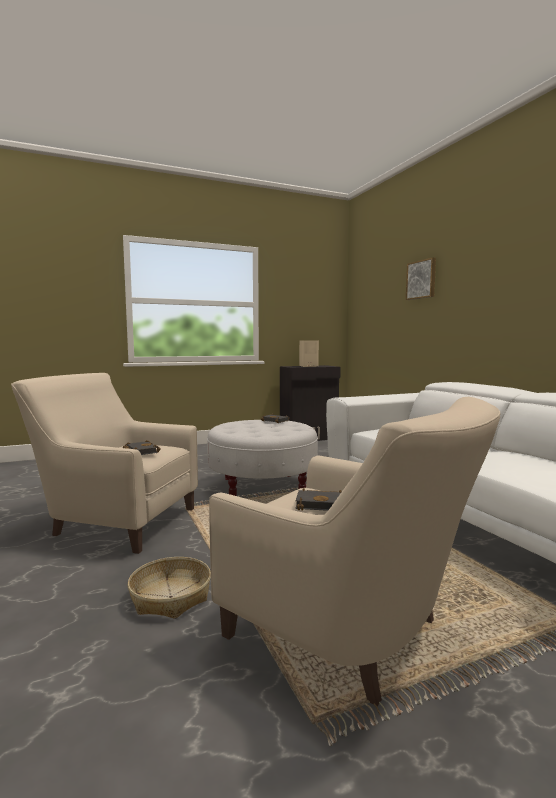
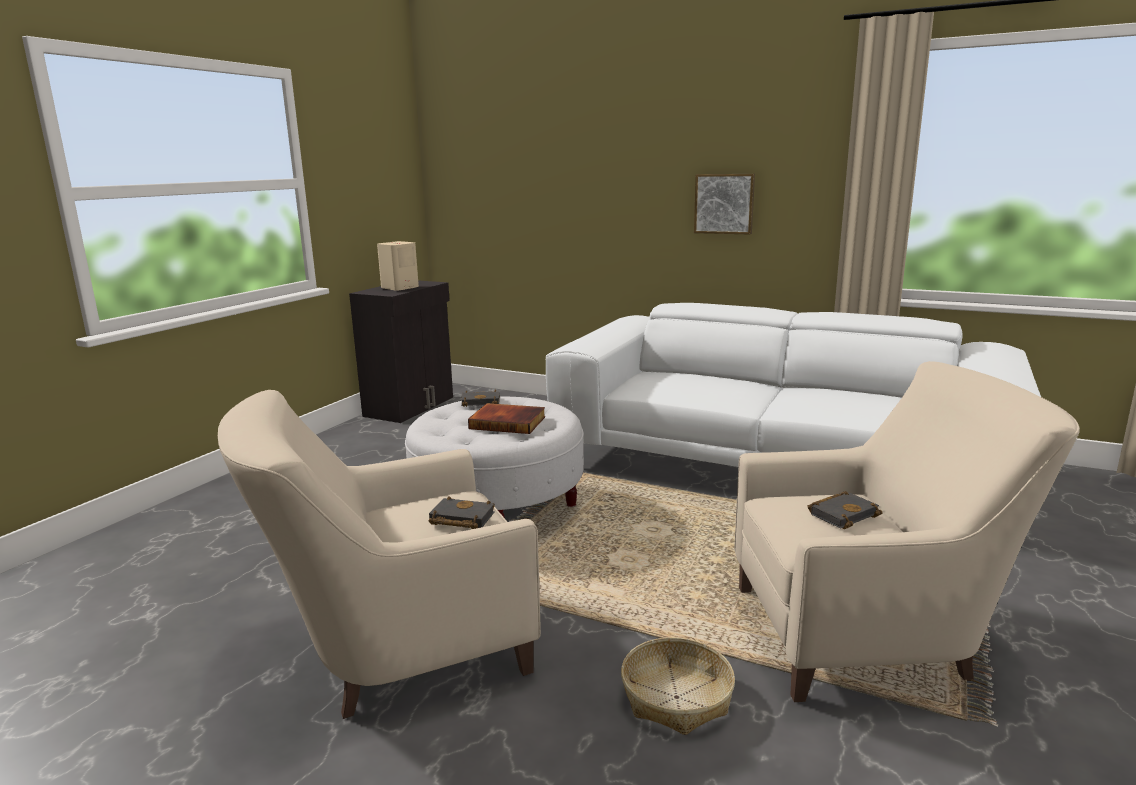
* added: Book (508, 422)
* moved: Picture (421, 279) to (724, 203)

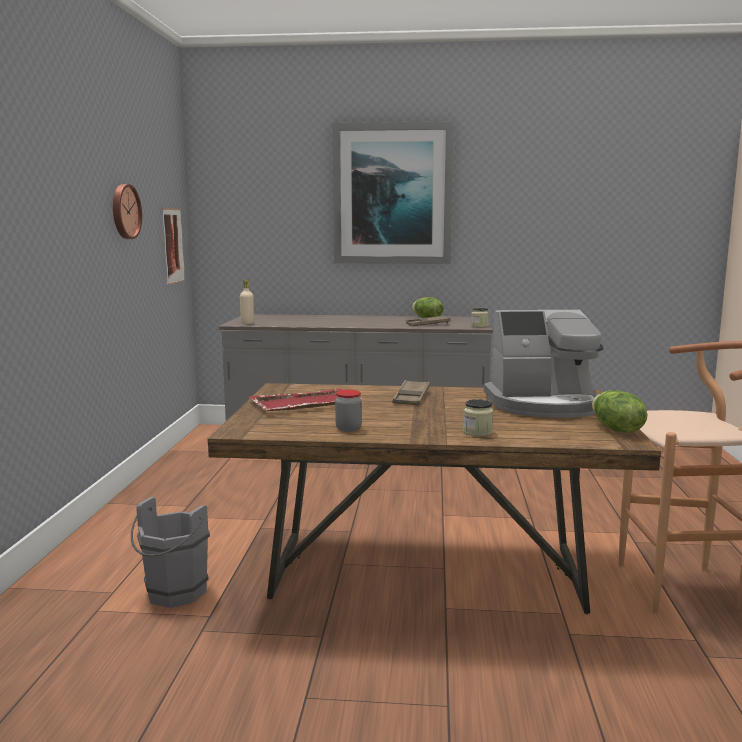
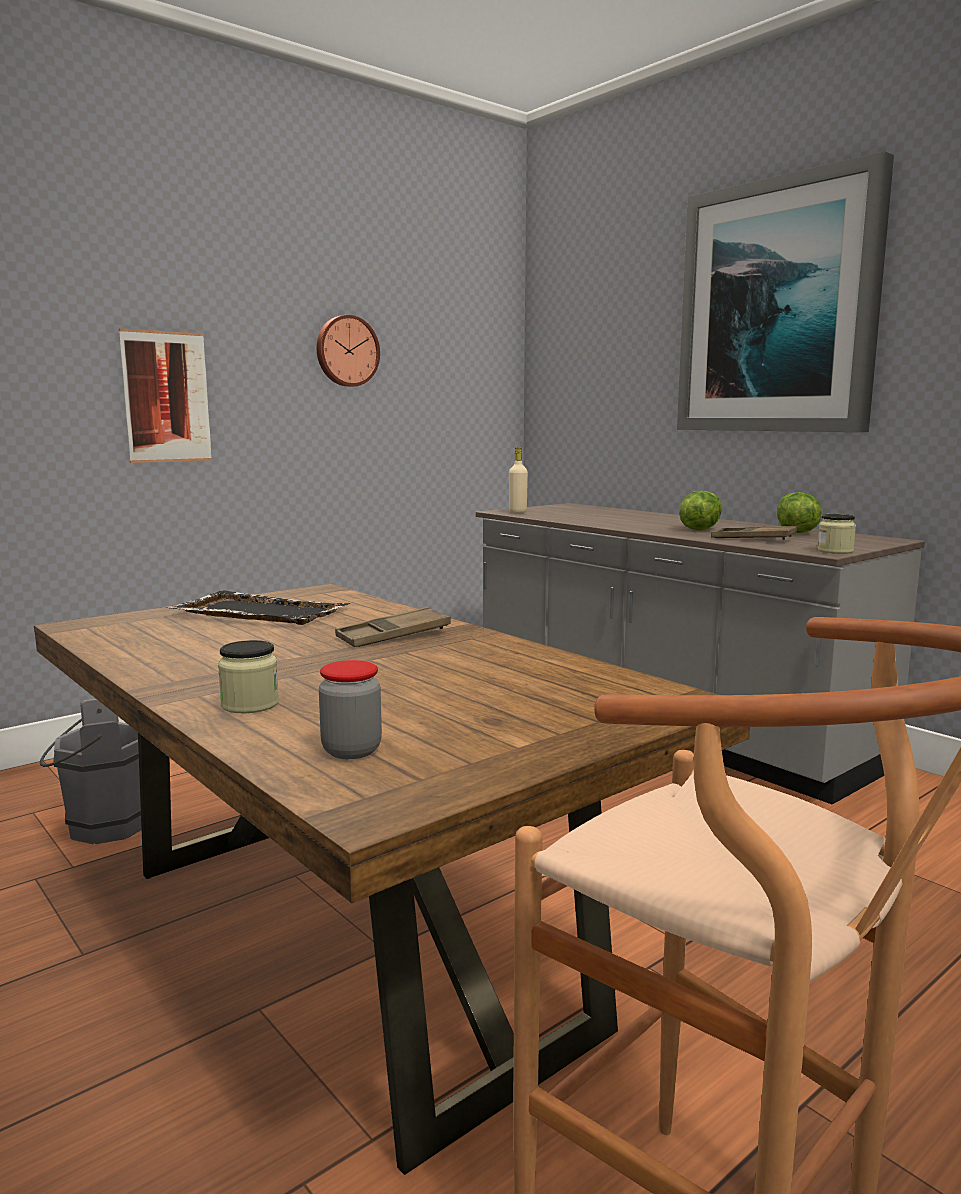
* moved: Picture (173, 246) to (166, 397)
* recoloured: RedTray (304, 403) to BlackTray (258, 613)
* moved: Jar (348, 429) to (351, 750)
* moved: Lettuce (615, 429) to (699, 529)
* removed: CoffeeMachine (543, 405)

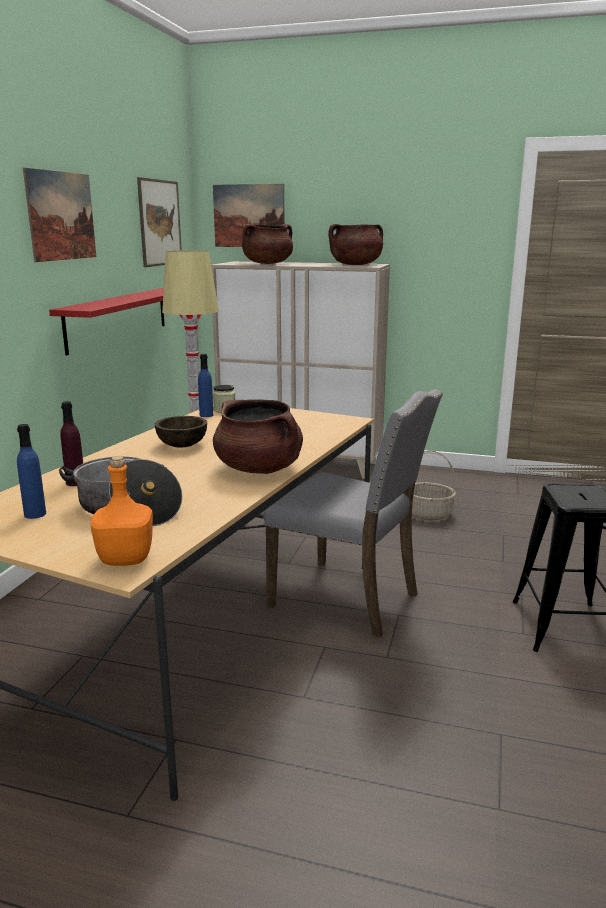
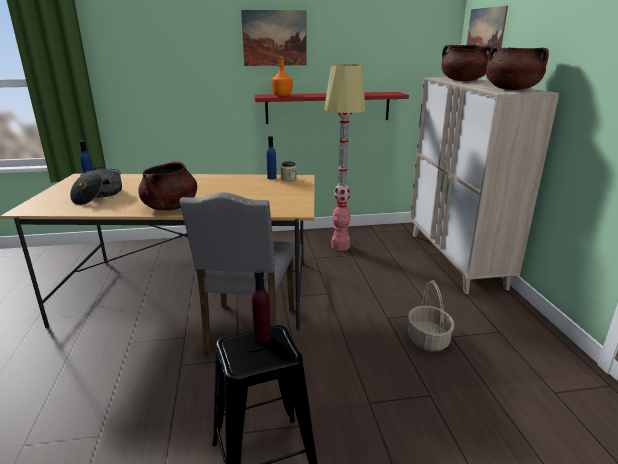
* moved: PurpleBottle (75, 482) to (262, 337)
* moved: OrangeBottle (126, 559) to (281, 95)
* removed: Picture (160, 223)
* removed: BrownBowl (182, 445)

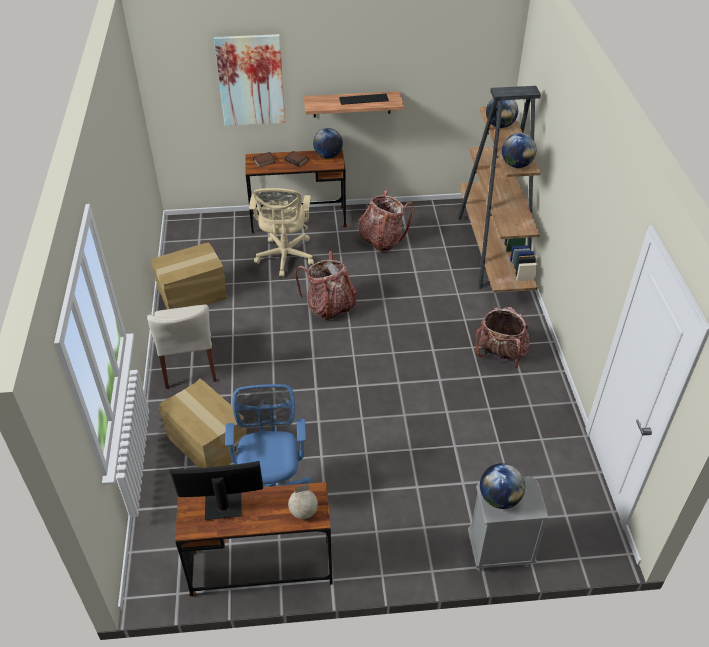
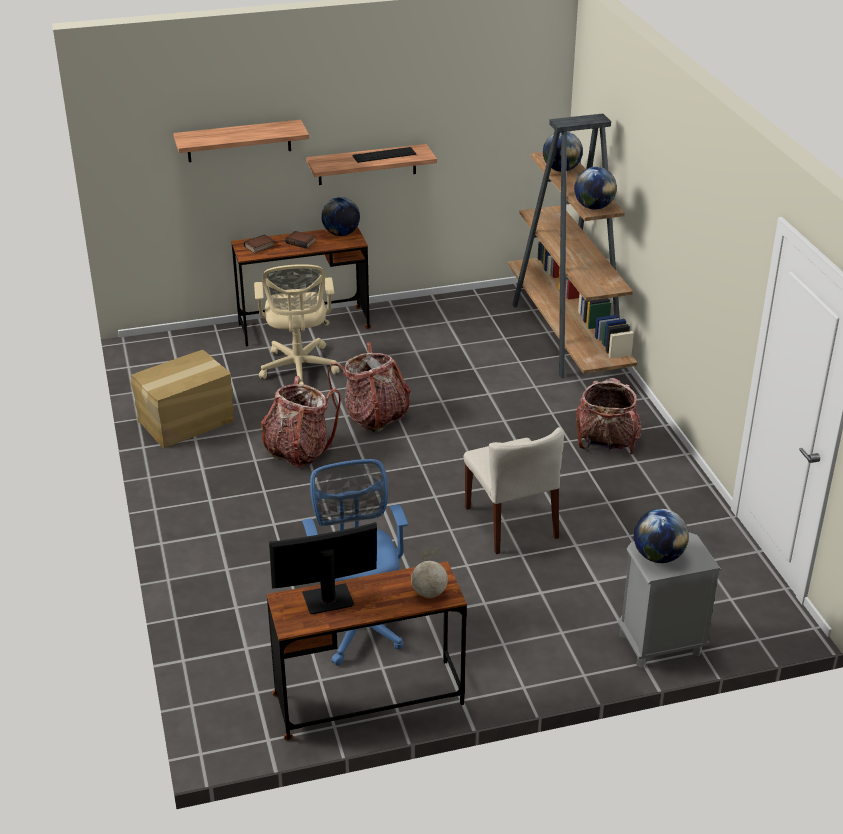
* replaced: Picture (251, 80) to Shelf (239, 141)
* moved: Backpack (382, 240) to (298, 451)
* moved: BeigeChair (190, 364) to (511, 523)
* removed: CardboardBox (206, 442)

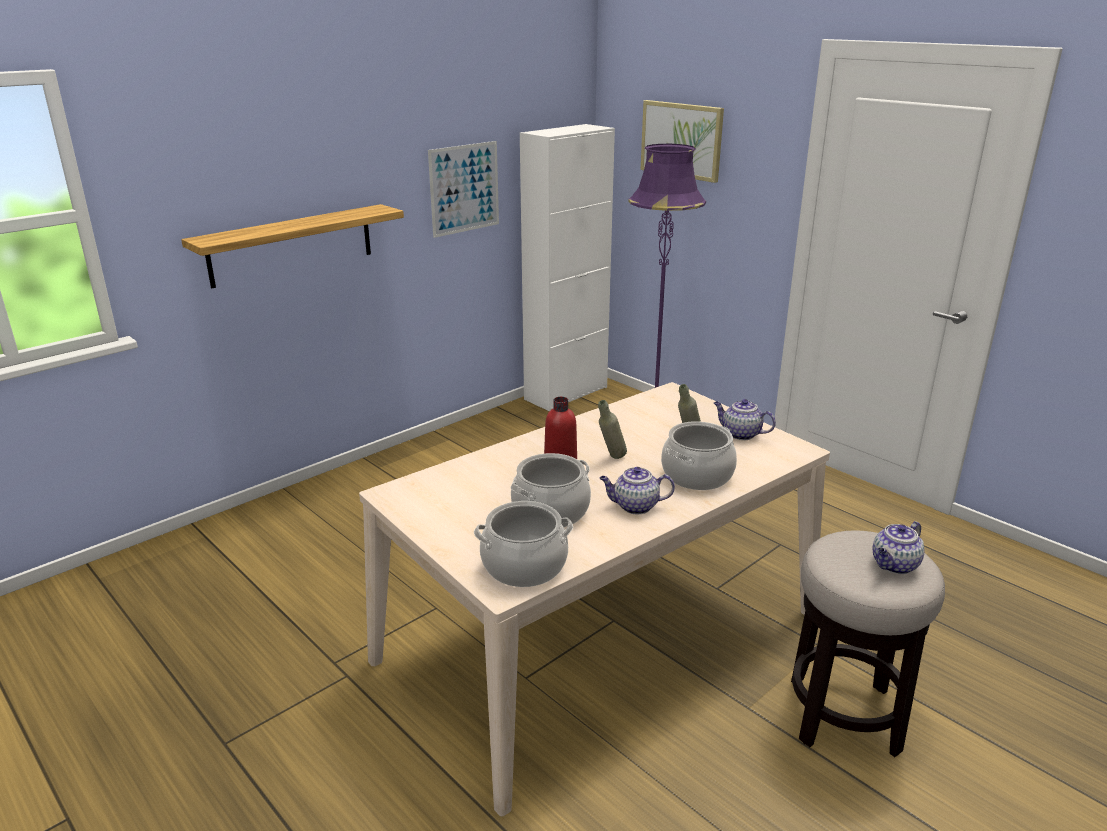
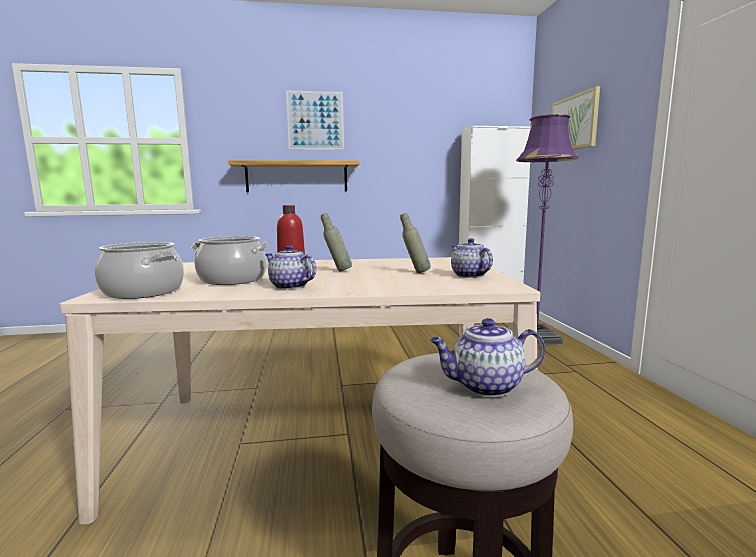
* moved: Picture (464, 188) to (315, 120)
* removed: CookingPot (697, 475)

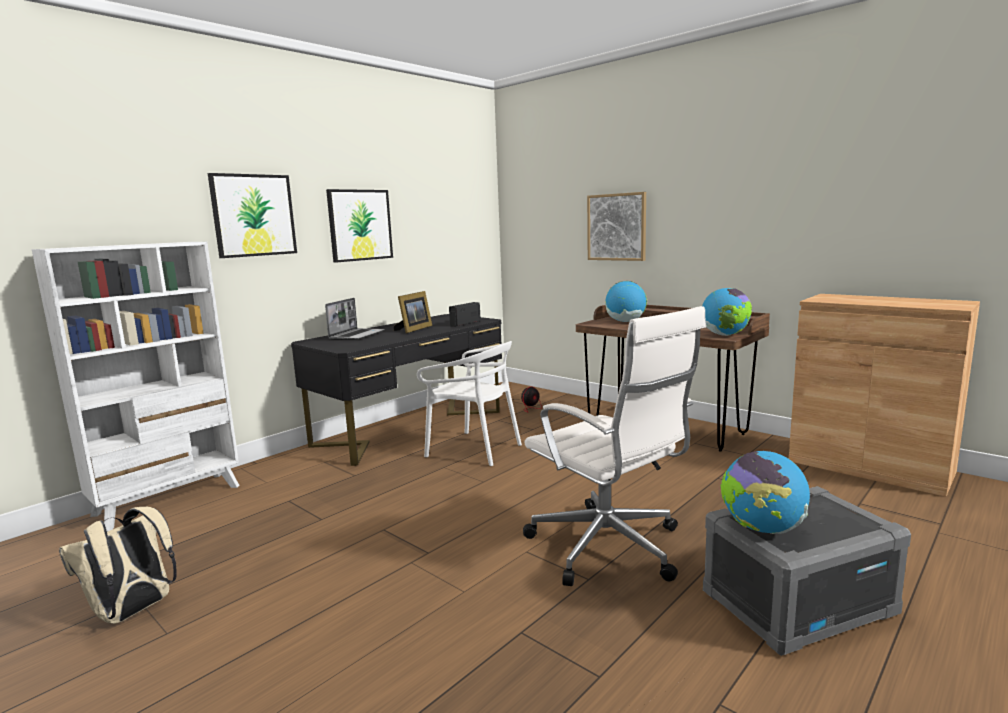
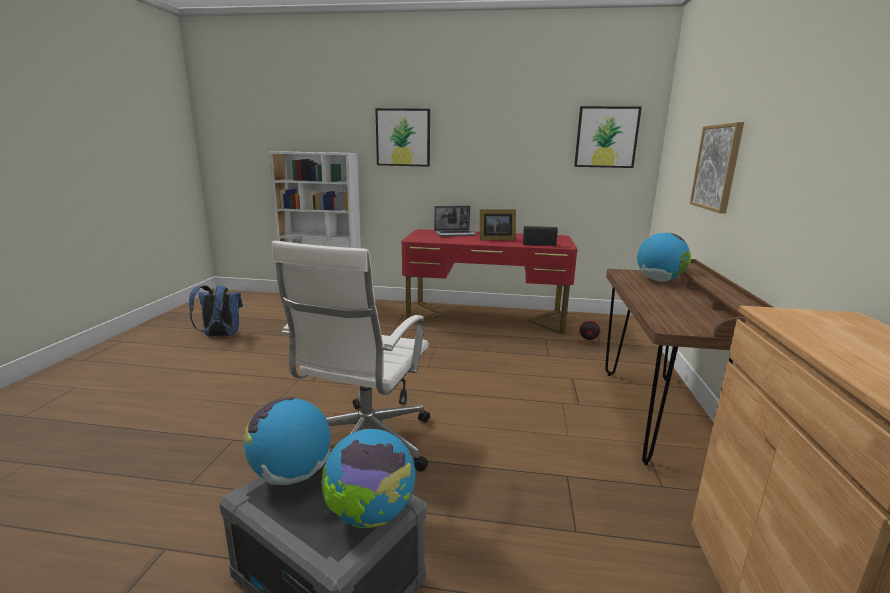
* recoloured: BeigeBackpack (133, 612) to BlueBackpack (220, 336)
* moved: Globe (725, 335) to (370, 514)
* recoloured: BlackDesk (411, 428) to RedDesk (485, 317)
* moved: Picture (360, 225) to (606, 137)
* removed: WhiteChair (474, 449)

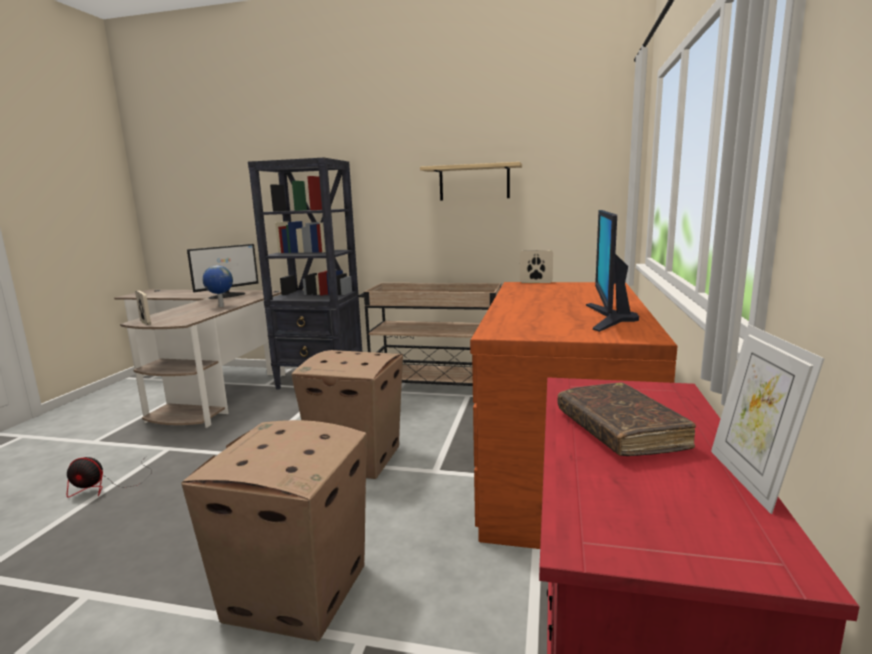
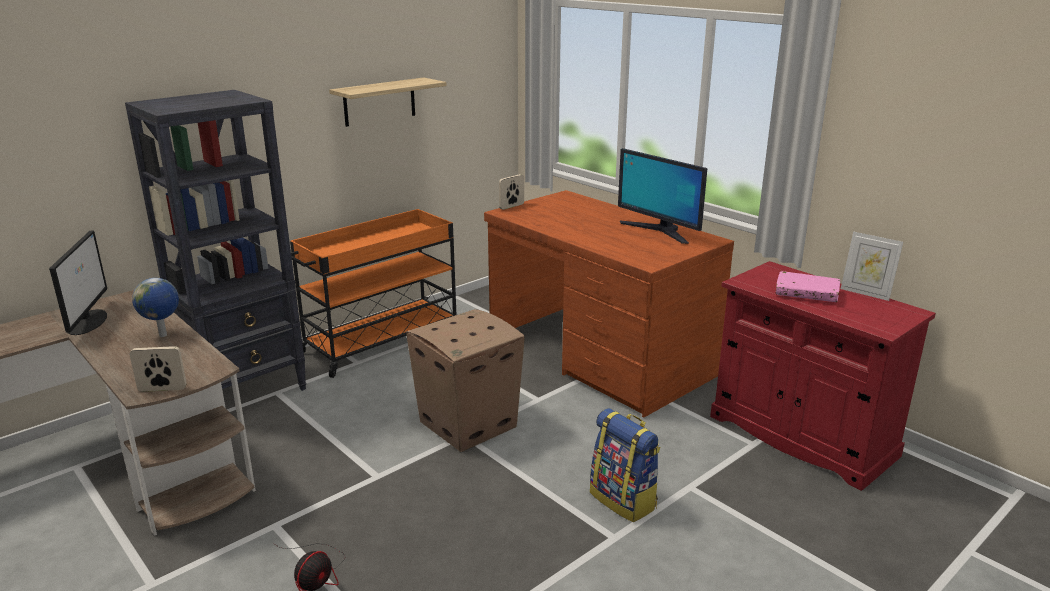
* recoloured: BeigeCart (435, 386) to OrangeCart (380, 341)
* replaced: CardboardBox (295, 593) to Backpack (624, 500)
* recoloured: BrownBook (620, 430) to PinkBook (806, 294)

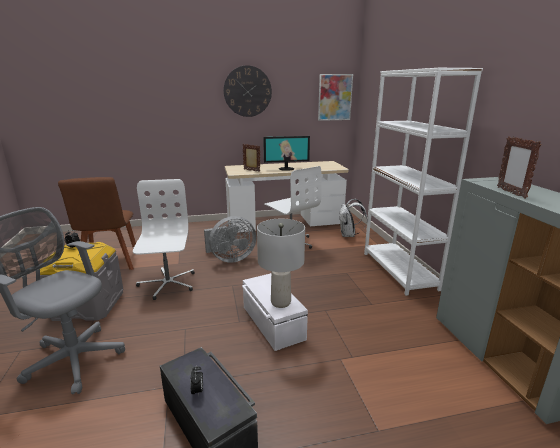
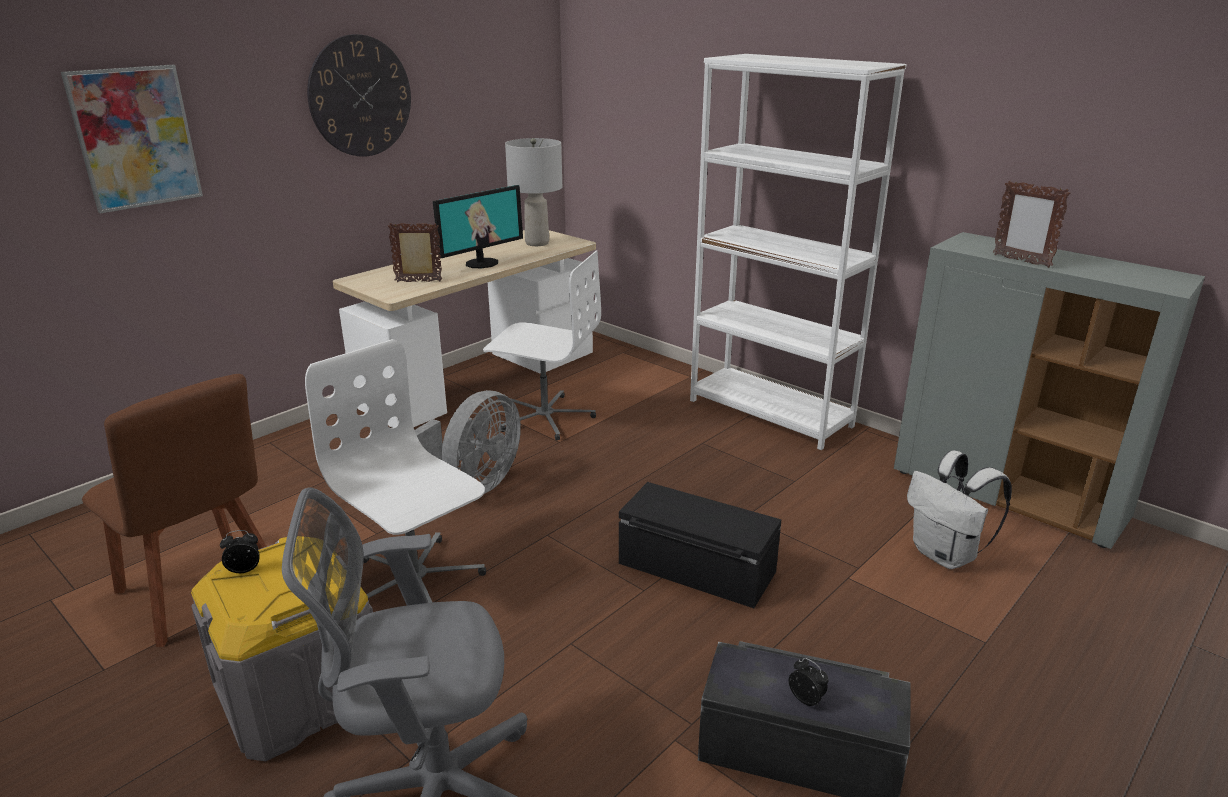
* moved: Picture (335, 97) to (135, 138)
* moved: GreyTableLamp (280, 302) to (537, 243)
* recoloured: WhiteStorageBox (272, 323) to BlackStorageBox (696, 568)
* moved: WhiteBackpack (349, 235) to (946, 555)

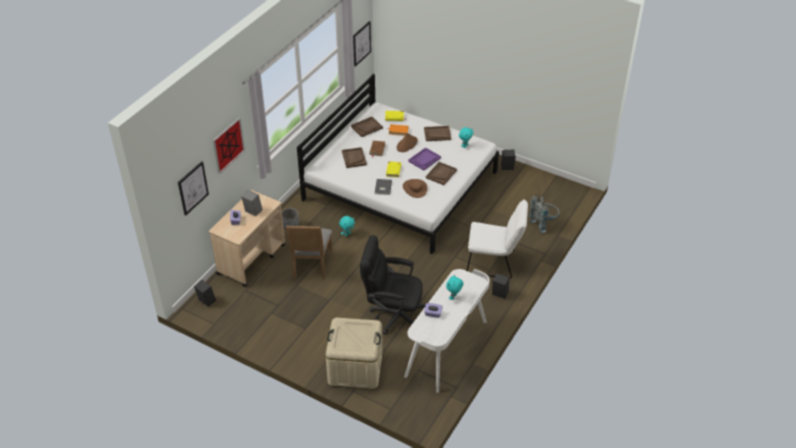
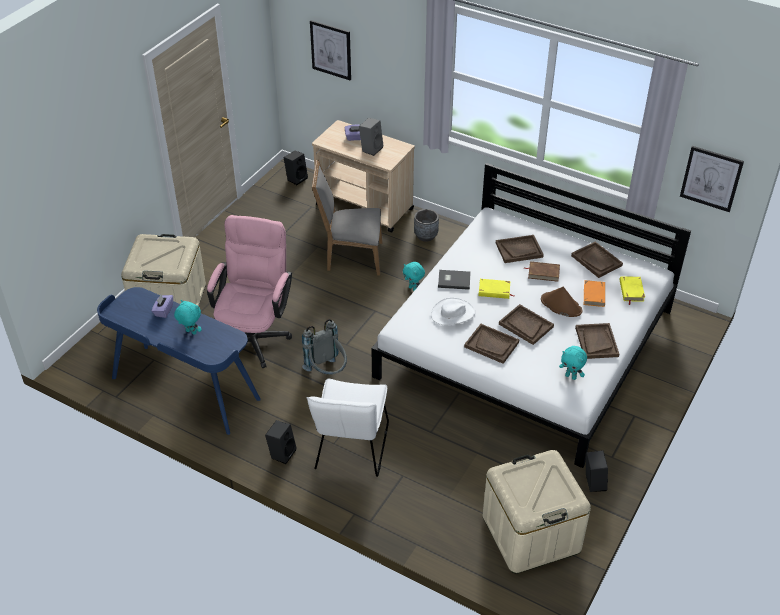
* recoloured: WhiteDesk (447, 349) to BlueDesk (184, 389)
* recoloured: BlackOfficeChair (393, 314) to PinkOfficeChair (255, 335)
* moved: GreyBackpack (544, 223) to (327, 372)
* recoloured: BrownHat (415, 188) to WhiteHat (453, 314)
* added: BeigeStorageBox (531, 533)
* recoloured: PurpleTray (424, 160) to BrownTray (525, 325)
* removed: Picture (228, 145)

